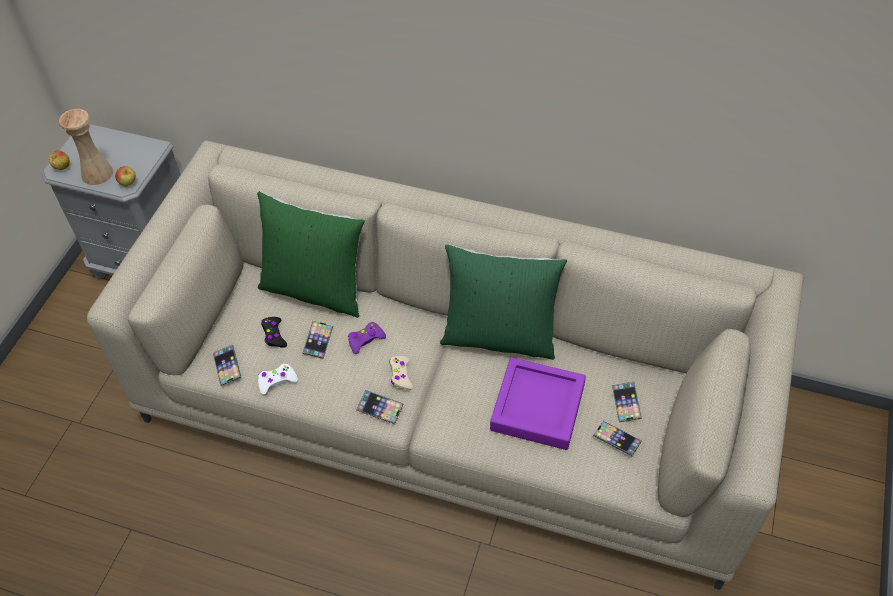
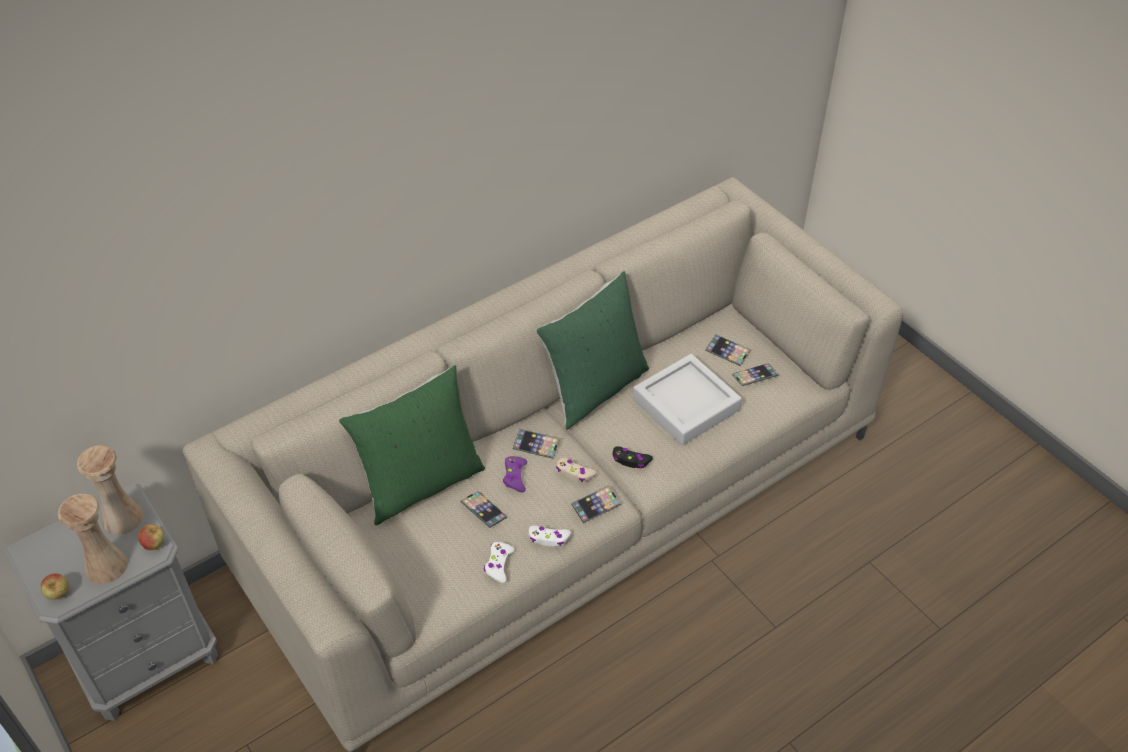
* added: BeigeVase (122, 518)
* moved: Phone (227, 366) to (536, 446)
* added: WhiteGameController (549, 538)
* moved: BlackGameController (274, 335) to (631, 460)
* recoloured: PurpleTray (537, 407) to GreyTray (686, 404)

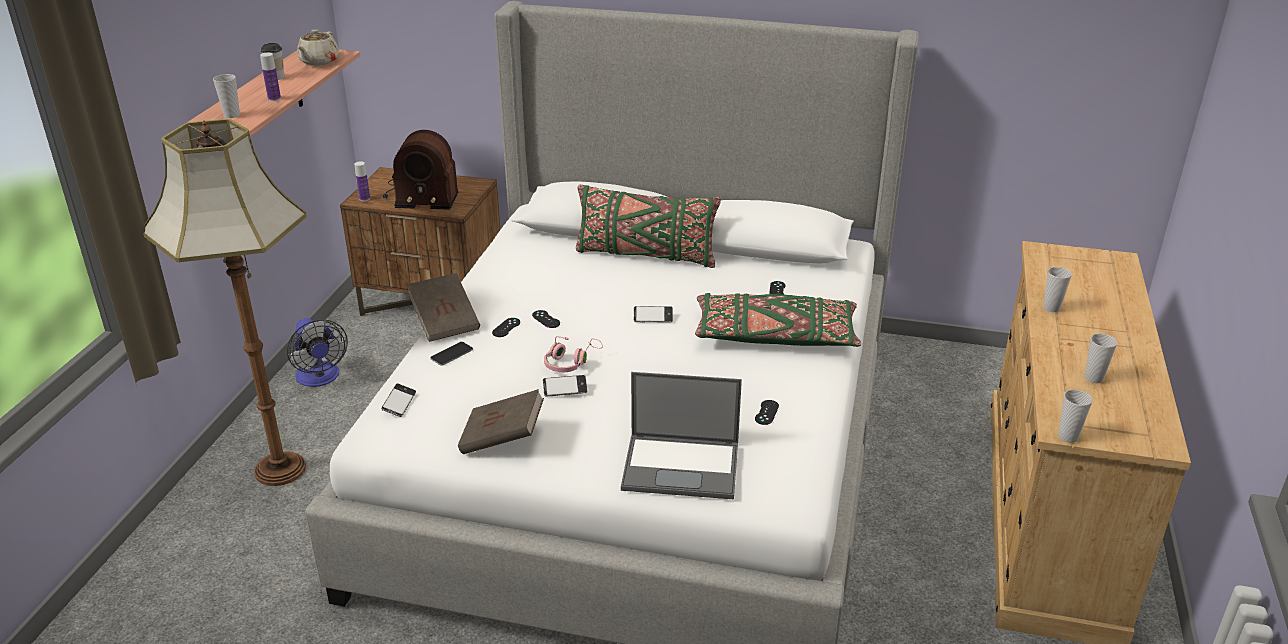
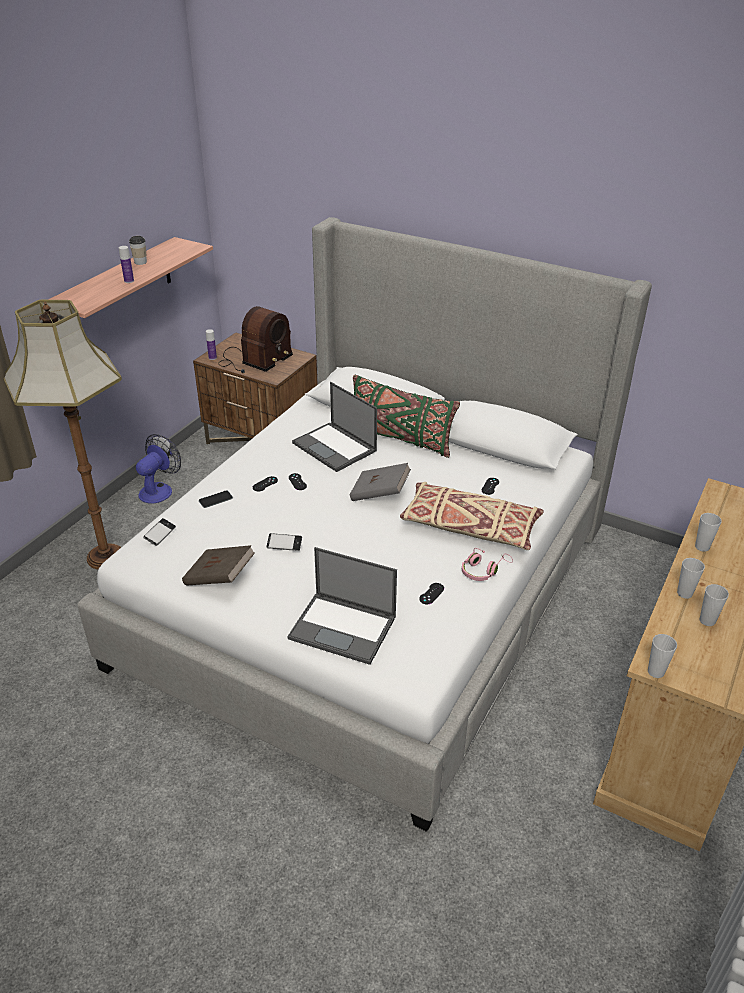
* turned: Fan (320, 378) = (159, 490) 135 degrees counterclockwise
* turned: Radio (420, 195) = (254, 360) 75 degrees counterclockwise
* added: Laptop (335, 447)
* replaced: Phone (653, 317) to GreyBook (380, 494)
* recoloured: GreenPillow (775, 336) to BeigePillow (469, 527)
* moved: PinkHeadphones (570, 362) to (483, 570)
* moved: Cup (232, 115) to (684, 593)
* removed: BeigeTeapot (319, 62)
* removed: BrownBook (445, 322)

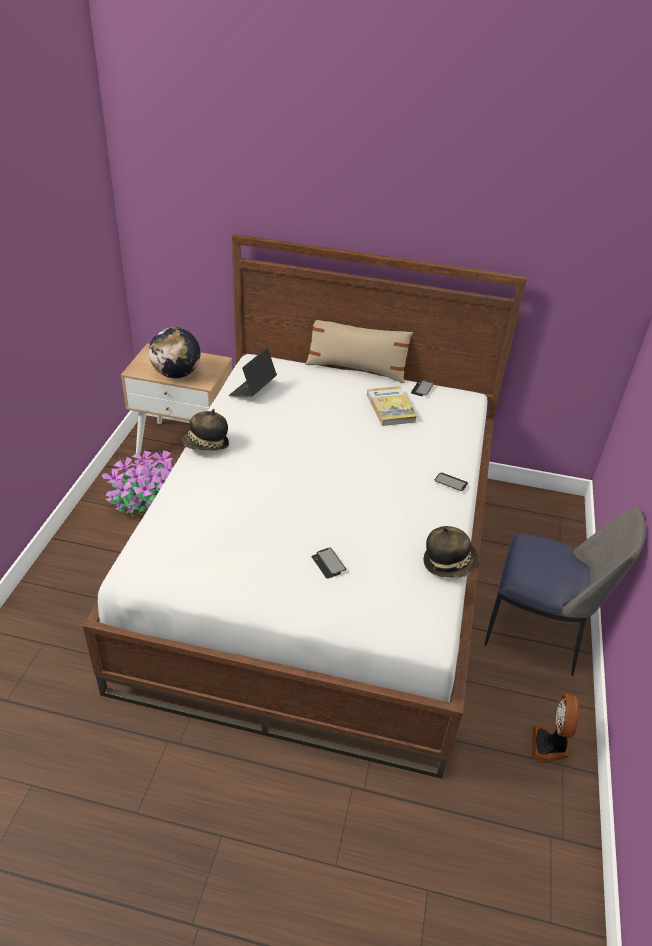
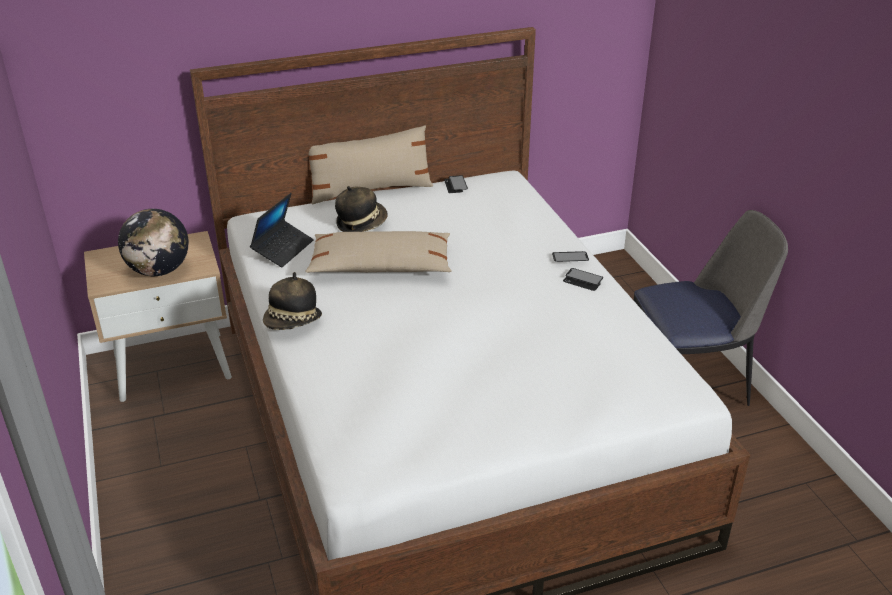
* turned: Laptop (252, 390) = (283, 249) 150 degrees counterclockwise
* added: BeigePillow (380, 266)
* moved: Hat (449, 563) to (361, 223)
* moved: Phone (328, 564) to (582, 280)
* removed: PottedPlant (146, 500)
* removed: Book (390, 408)
* removed: Fan (550, 746)

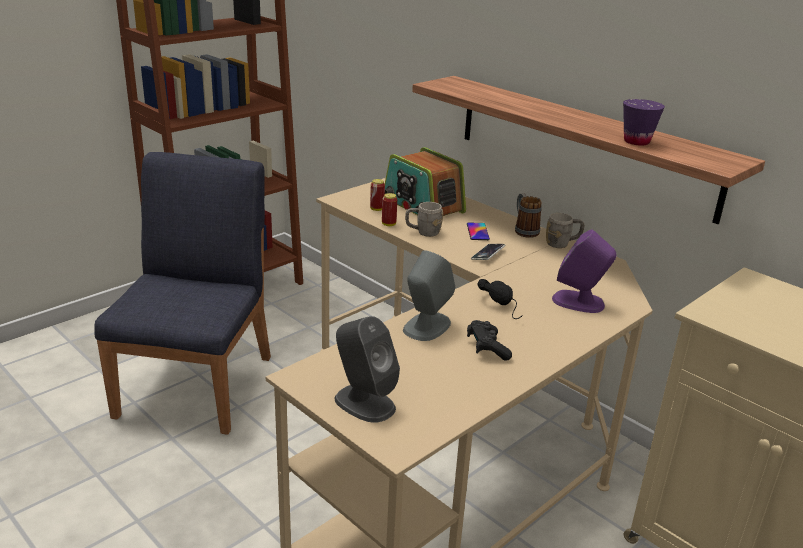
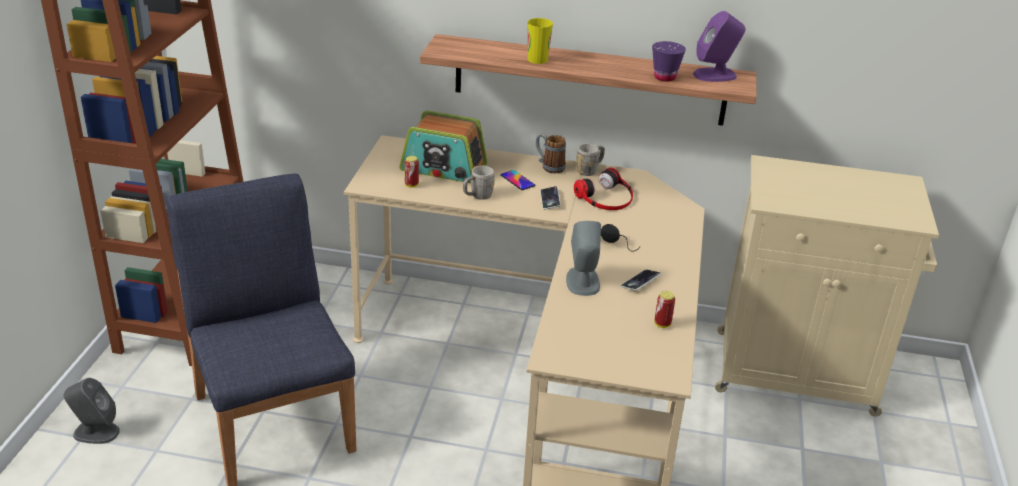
* moved: GreySpeaker (364, 403) to (95, 432)
* added: Cup (537, 59)
* added: Headphones (606, 197)
* replaced: BlackGameController (487, 348) to Phone (640, 282)
* moved: Can (388, 224) to (662, 324)
* moved: PurpleSpeaker (579, 302) to (715, 75)

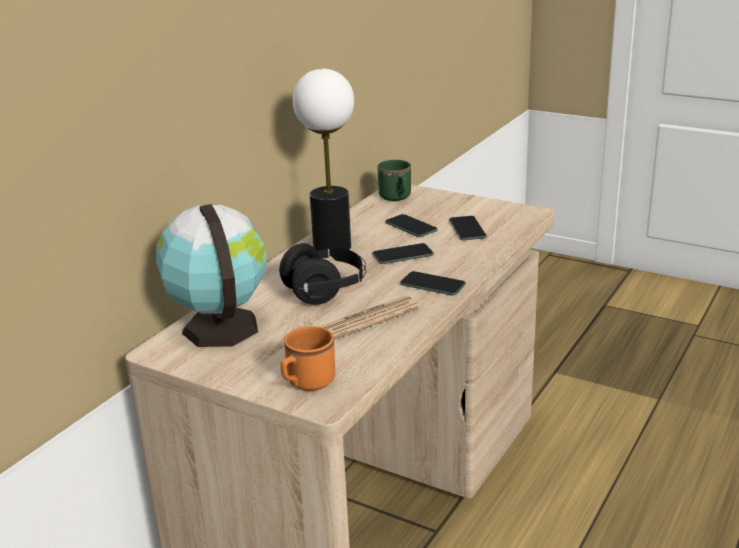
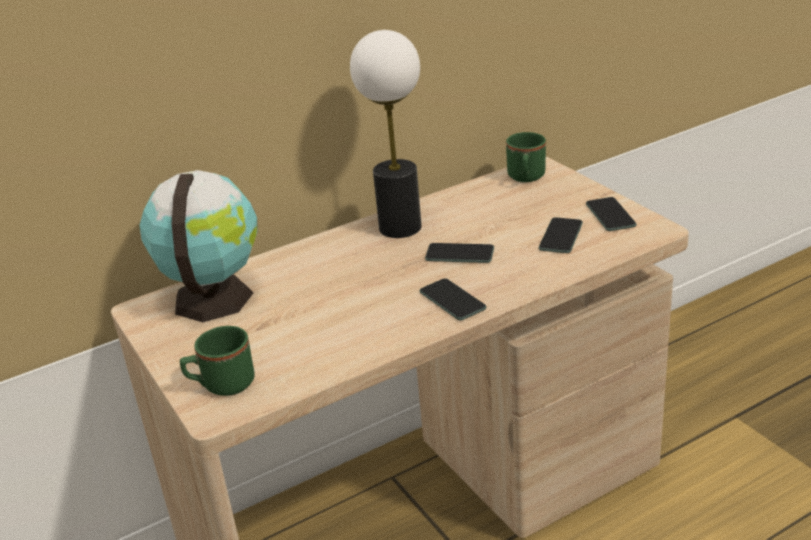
* recoloured: OrangeMug (306, 383) to GreenMug (221, 385)
* moved: Phone (411, 226) to (610, 215)
* removed: BlackHeadphones (325, 291)
* removed: Newspaper (367, 320)

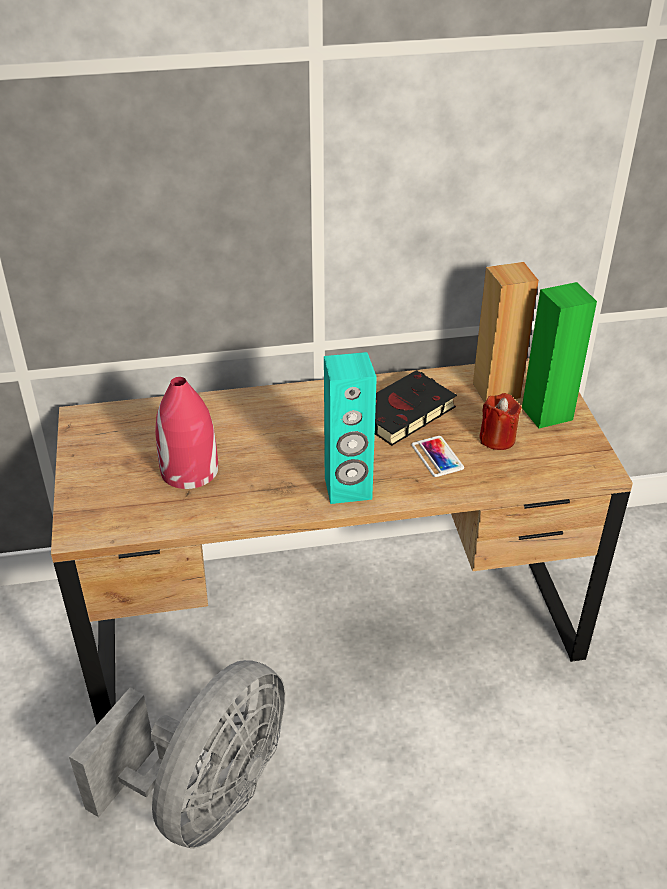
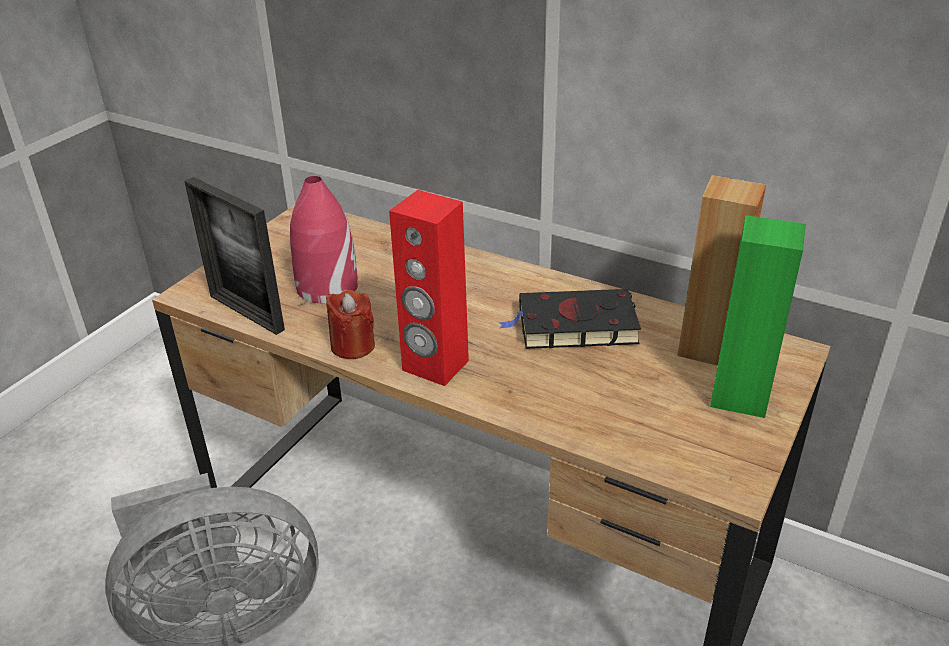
* added: PictureFrame (246, 312)
* moved: RedCandle (497, 439) to (352, 346)
* recoloured: TurquoiseSpeaker (348, 489) to RedSpeaker (435, 366)
* removed: Phone (437, 457)

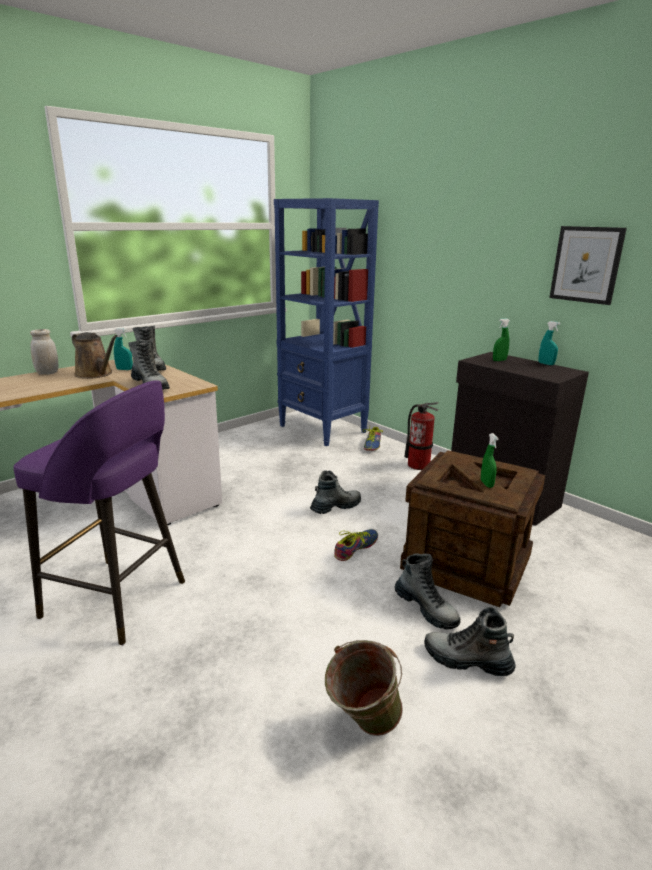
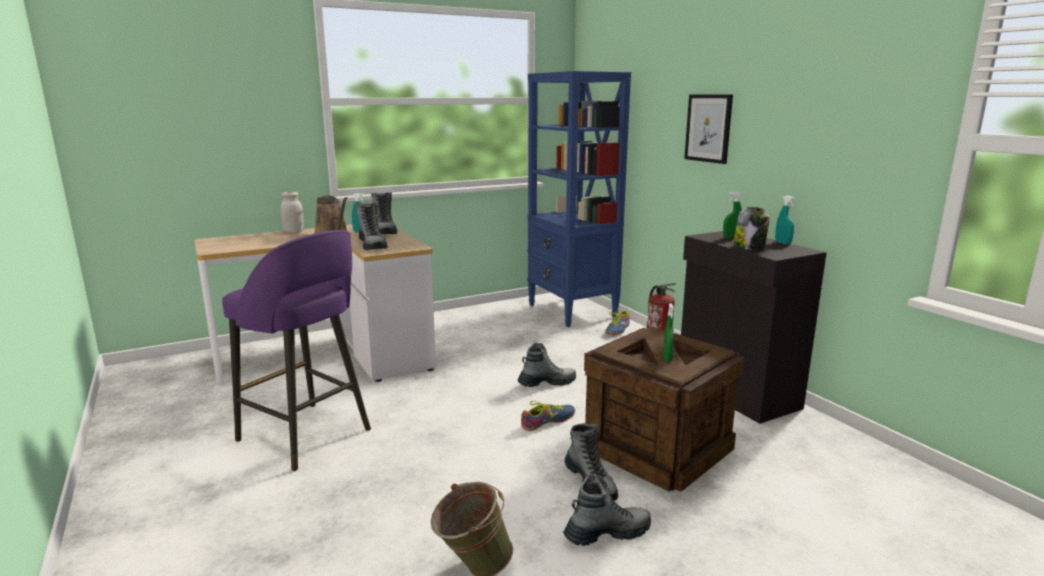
* turned: Boot (467, 660) = (607, 533) 120 degrees clockwise
* moved: Picture (586, 264) to (708, 128)
* added: Jar (749, 247)

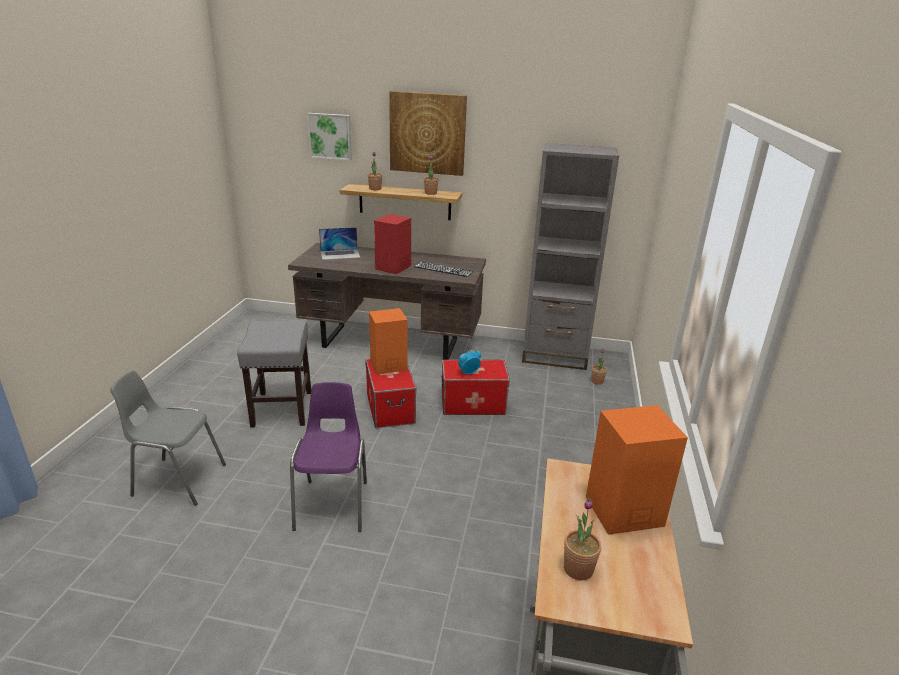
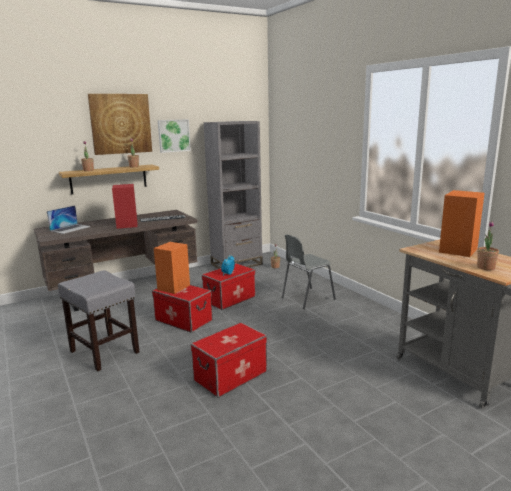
* moved: Picture (330, 136) to (173, 135)
* replaced: PurpleChair (333, 504) to StorageBox (230, 375)
* moved: GreyChair (177, 480) to (306, 298)

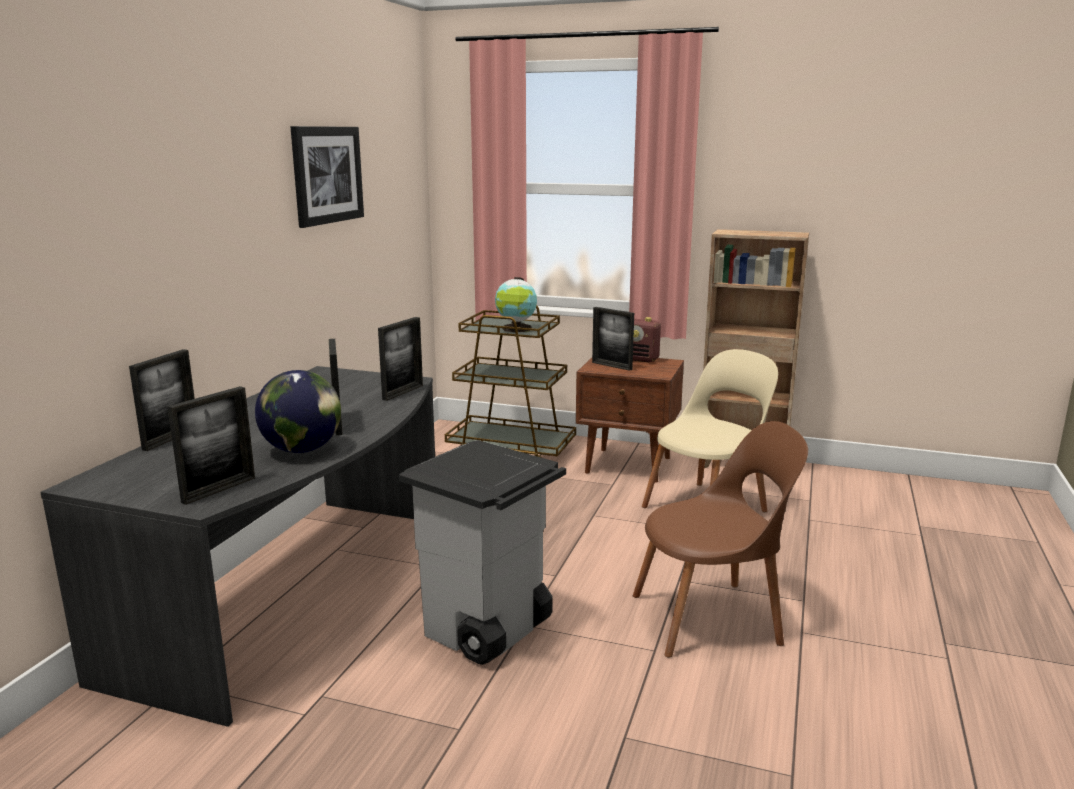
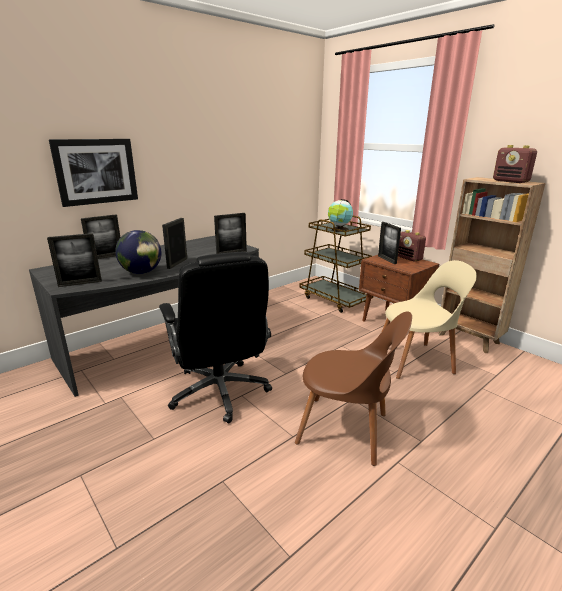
* moved: Picture (327, 175) to (96, 171)
* replaced: GreyTrashCan (486, 631) to BlackOfficeChair (220, 392)
* added: Radio (511, 181)

